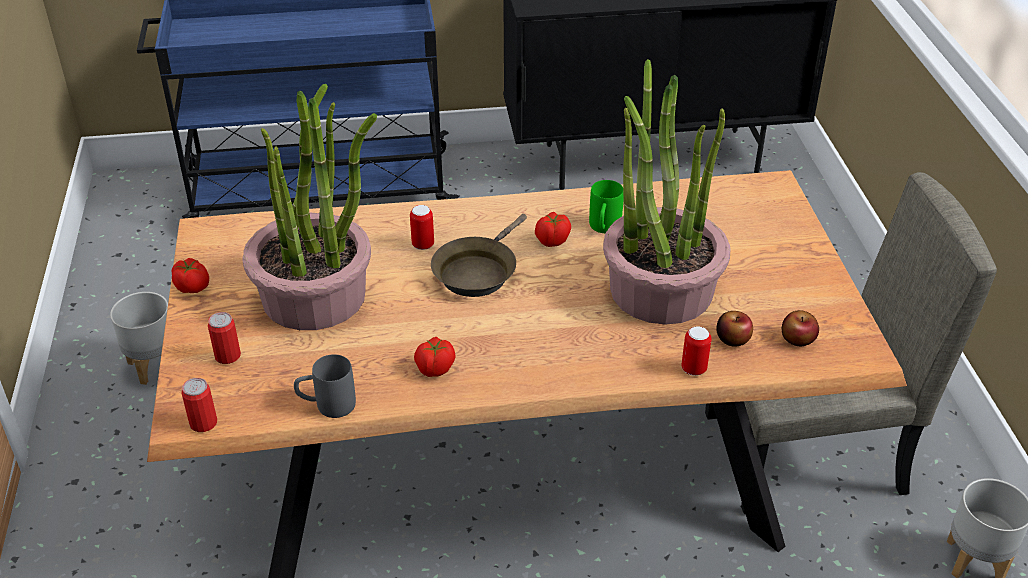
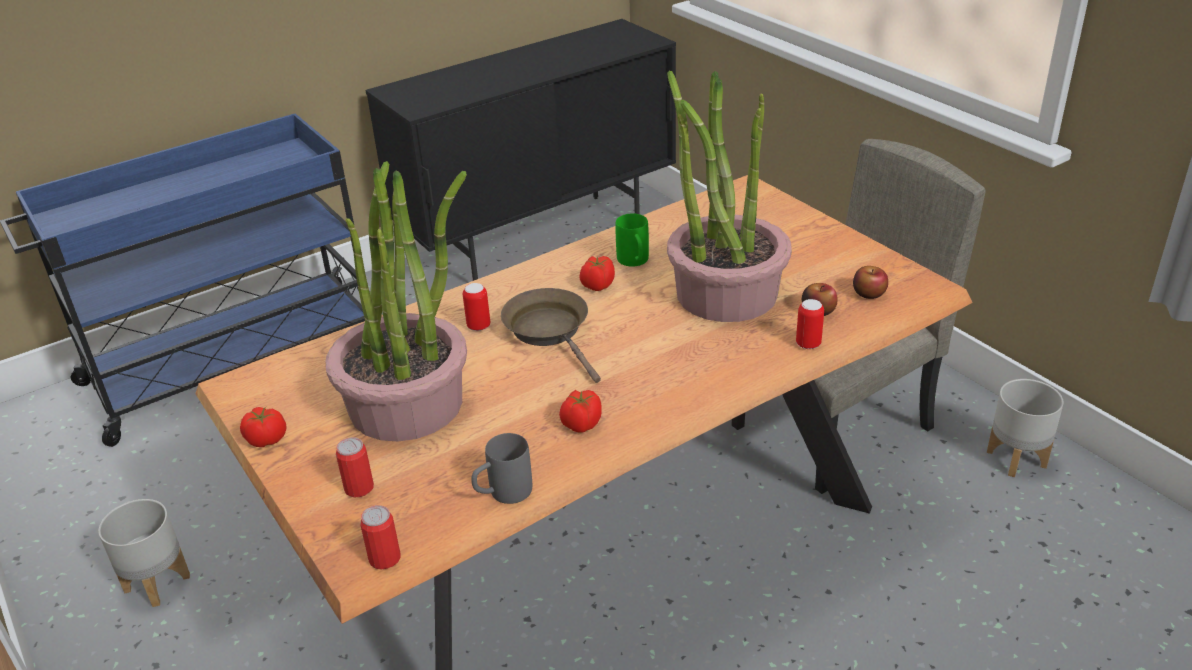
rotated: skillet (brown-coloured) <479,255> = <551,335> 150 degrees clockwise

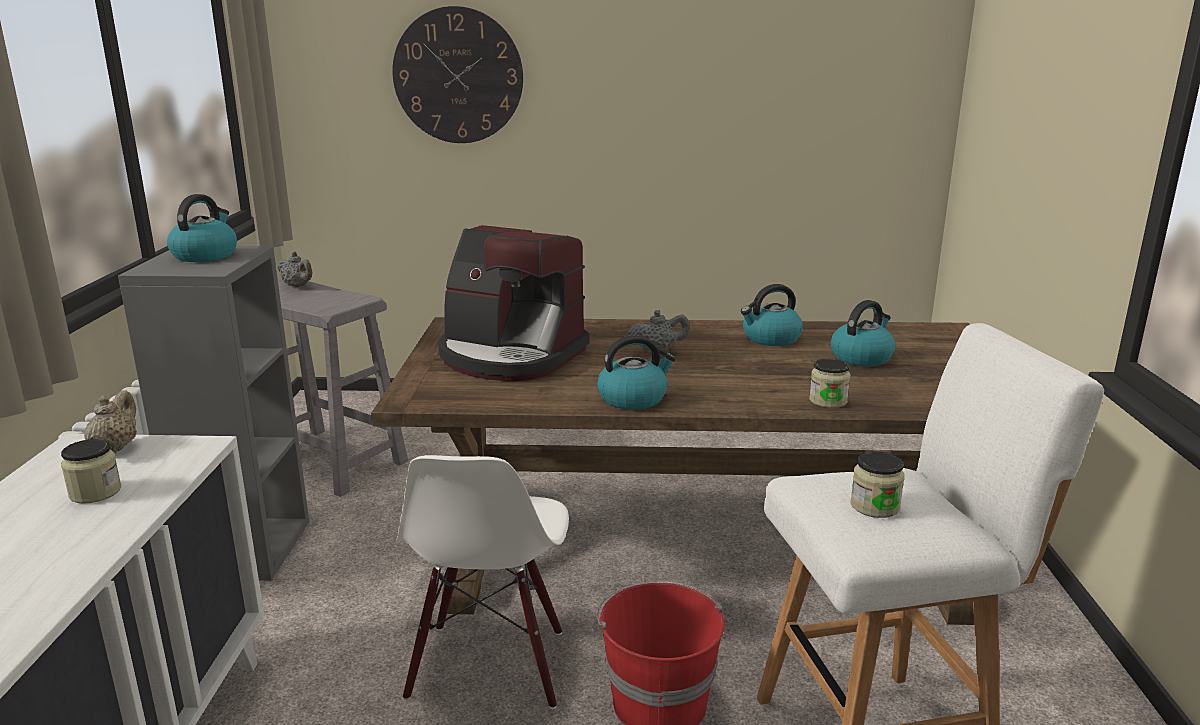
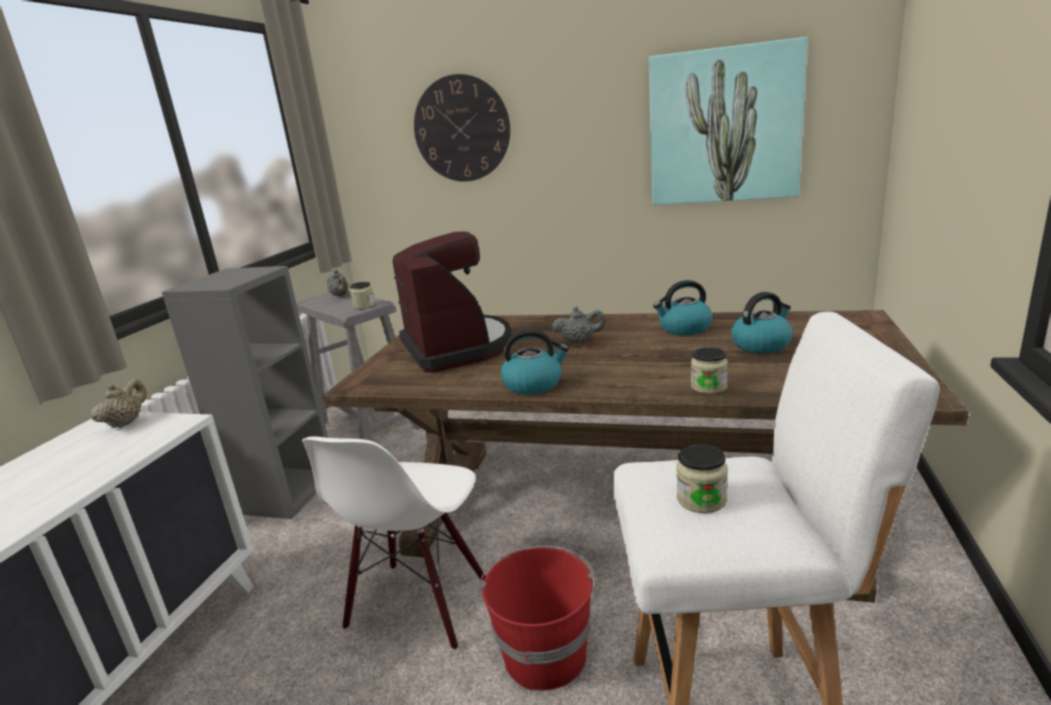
gone: tea kettle <202,228>
new: wall picture <728,121>
shifted: storage jar <91,471> to <362,295>
rotated: coffee machine <513,303> = <452,302> 150 degrees counterclockwise

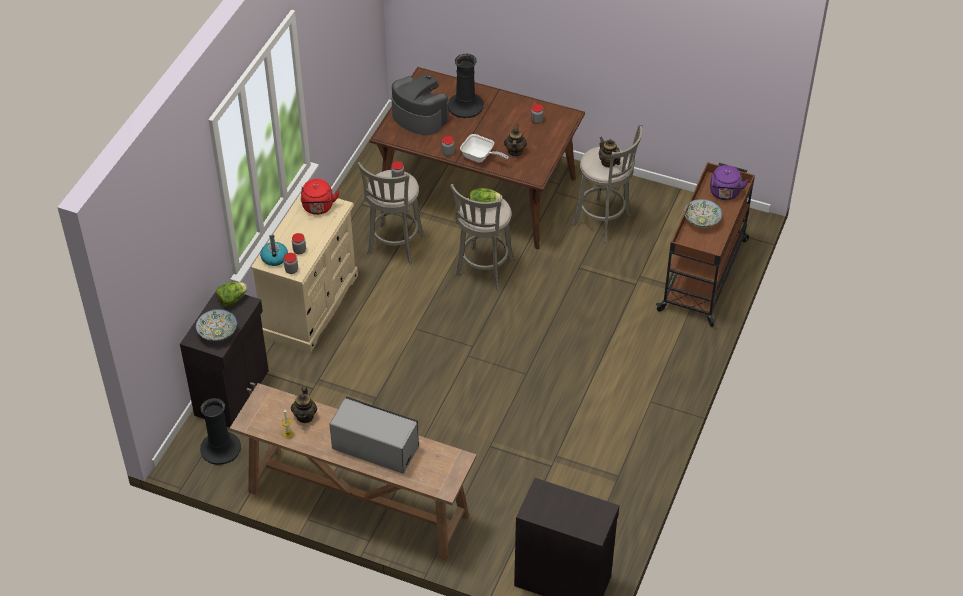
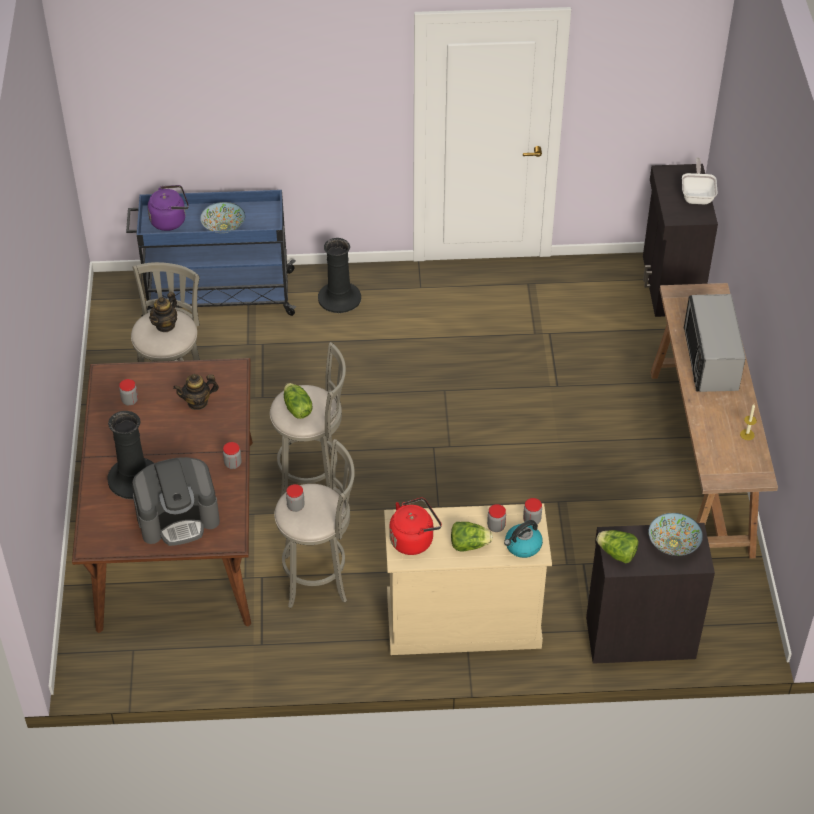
gone: tea pot <304,404>
new: head of lettuce <472,537>
shifted: flower vase (blackish) <220,431> to <339,275>; skillet <484,148> to <699,181>
repainted: wheeled cart (brown-coloured) <705,244> to wheeled cart (blue-coloured) <211,253>
rotated: coffee machine <420,104> = <176,501> 120 degrees counterclockwise

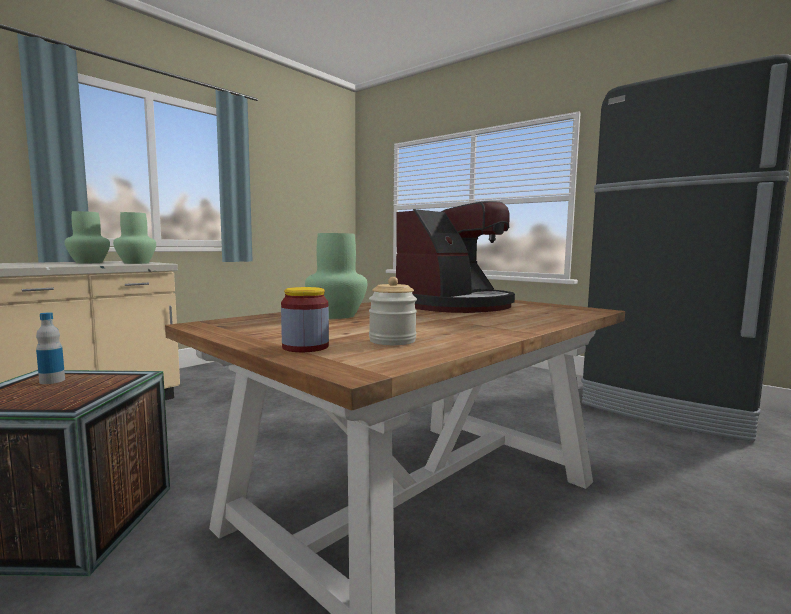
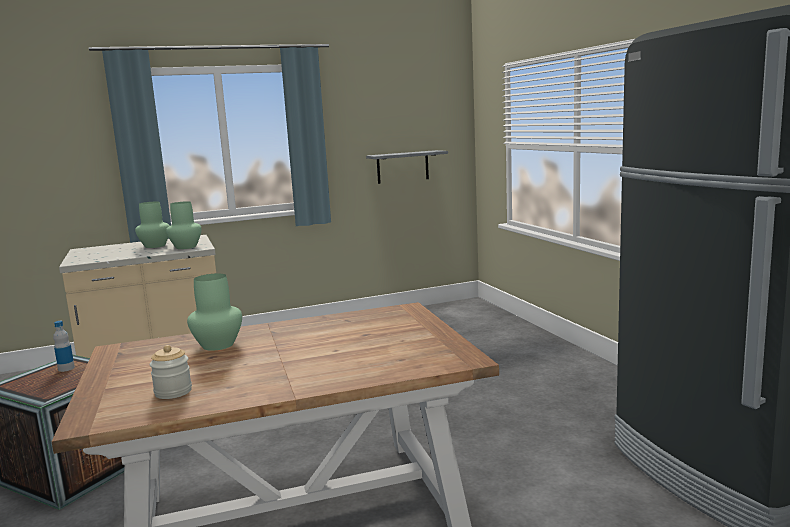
gone: storage jar <305,319>; coffee machine <455,257>
new: bracket shelf (greyish) <407,167>

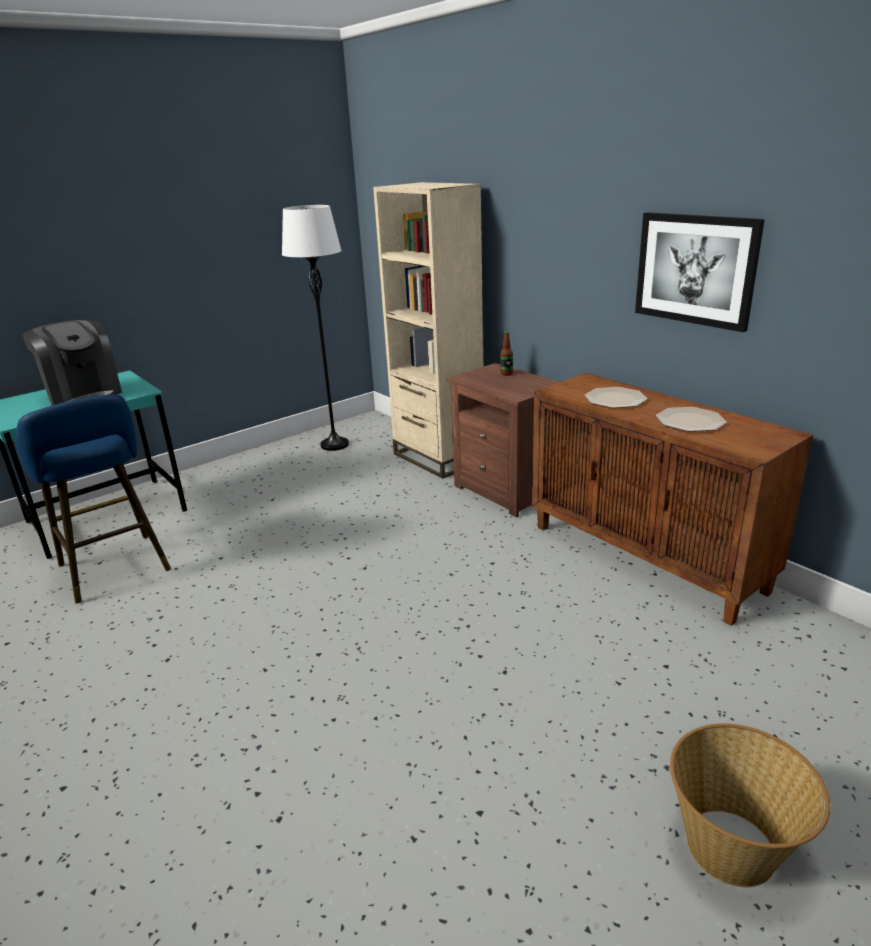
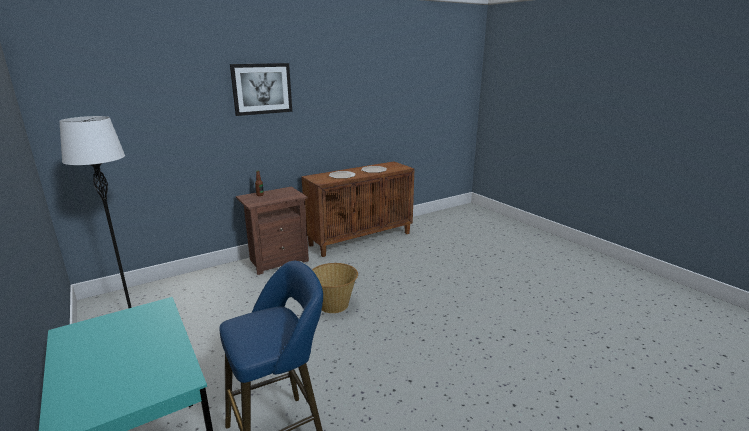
gone: coffee machine <72,363>; bookcase (sand-coloured) <428,330>
shifted: wall picture <700,272> to <261,89>; storage basket <750,805> to <335,288>

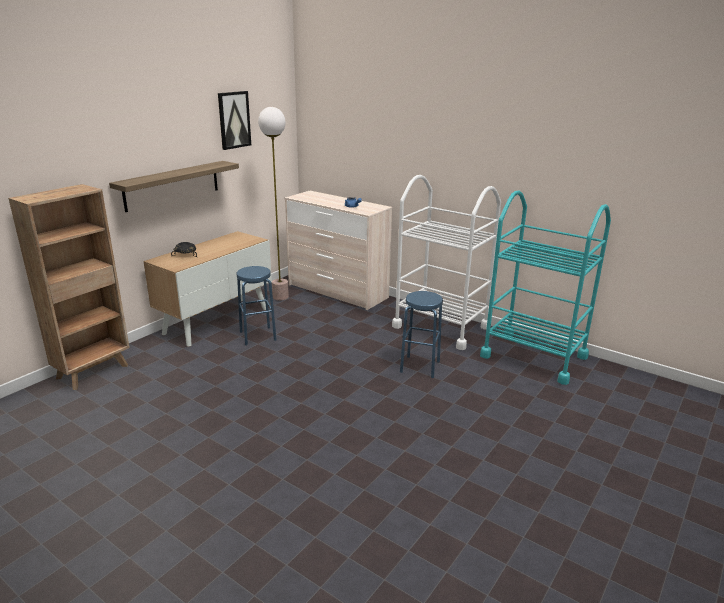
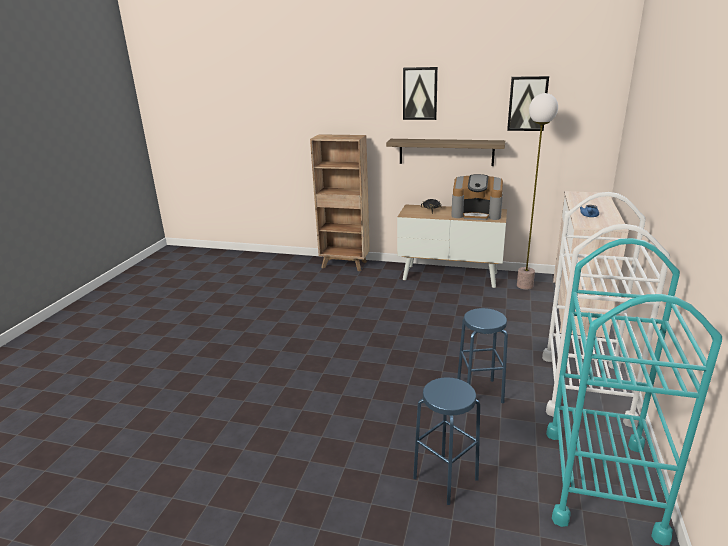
new: wall picture <420,93>; coffee machine <477,197>
shifted: sitting stool (blue-coloured) <257,305> to <446,441>

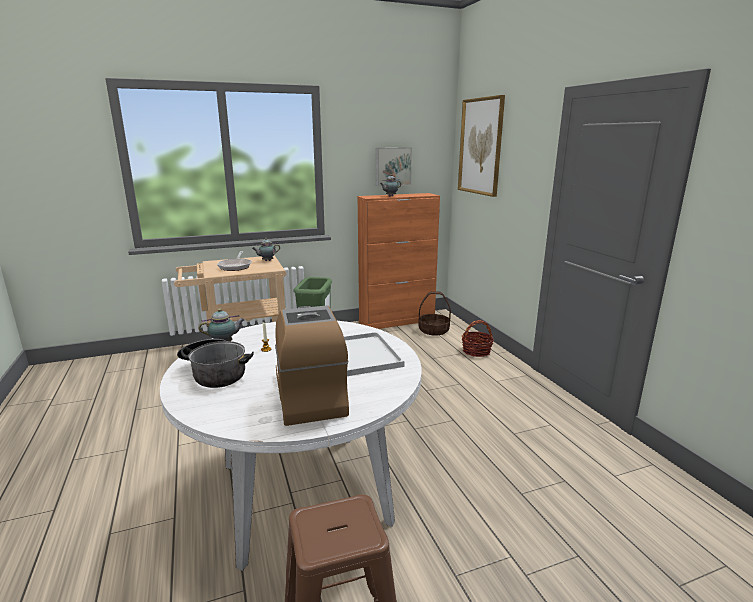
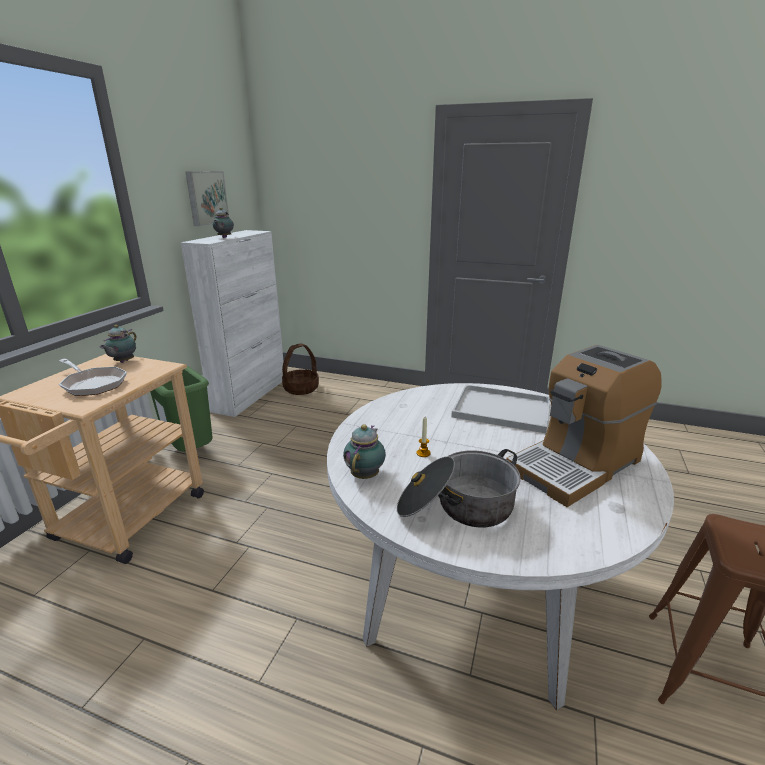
gone: wall picture <481,146>; storage basket <478,338>
repainted: cabinet (orange-coloured) <398,261> to cabinet (whitish) <232,323>
rotated: coffee machine <312,365> = <584,426> 60 degrees counterclockwise

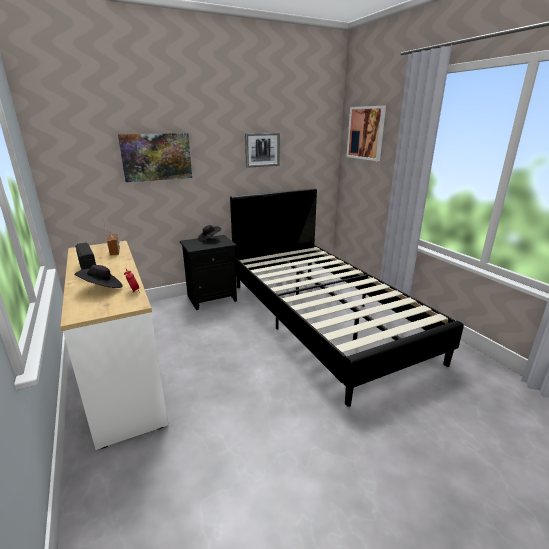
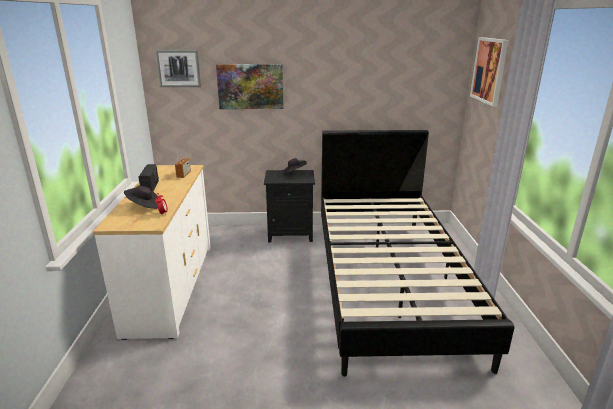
shifted: wall picture <262,150> to <178,68>

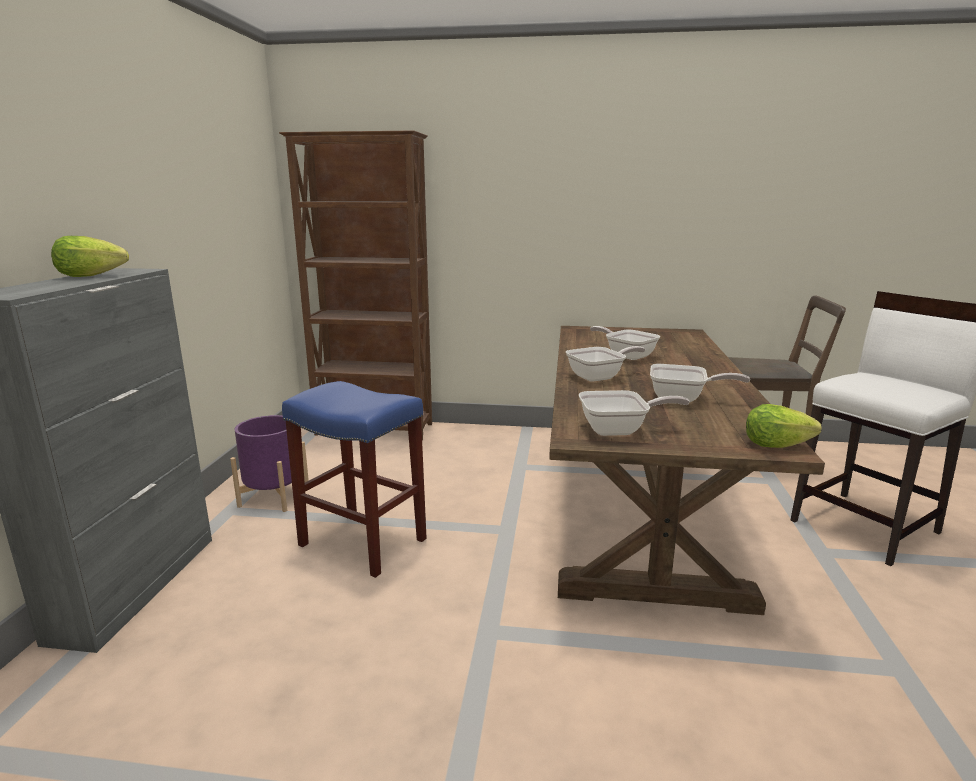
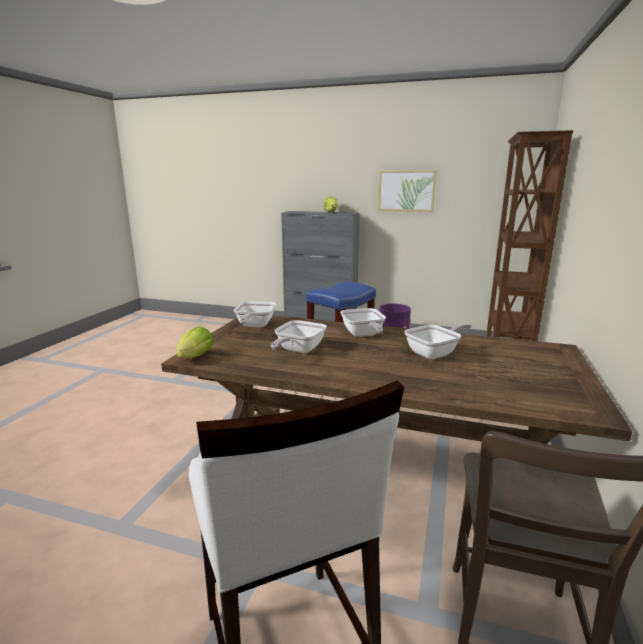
new: wall picture <407,191>

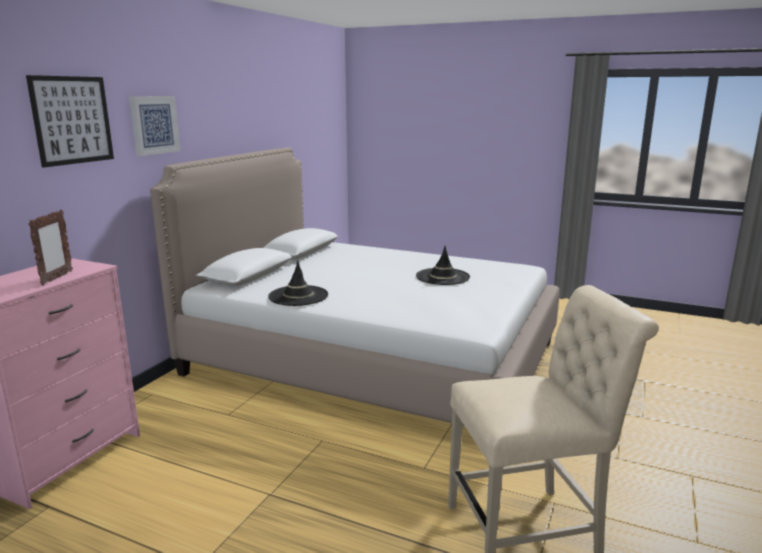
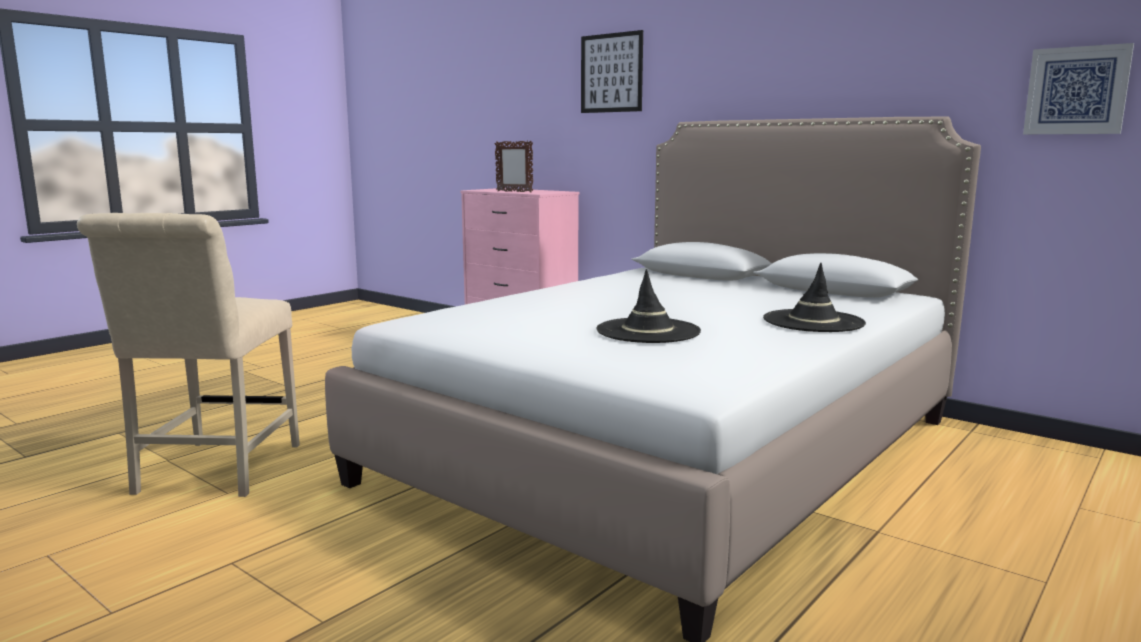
shifted: wall picture <155,126> to <1078,88>; wearable hat (blackish) <298,283> to <814,297>

